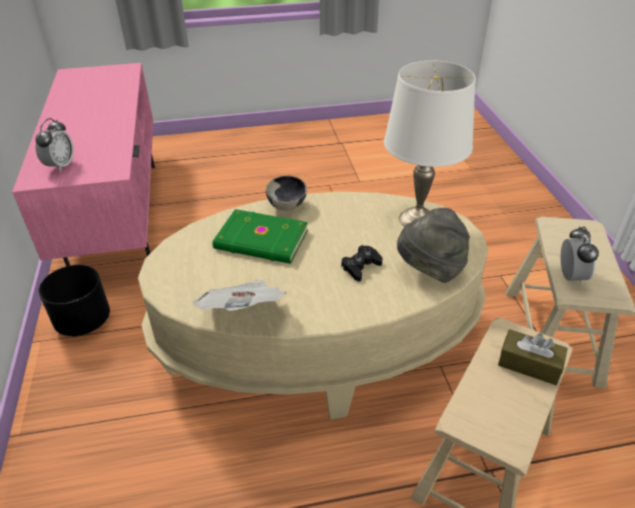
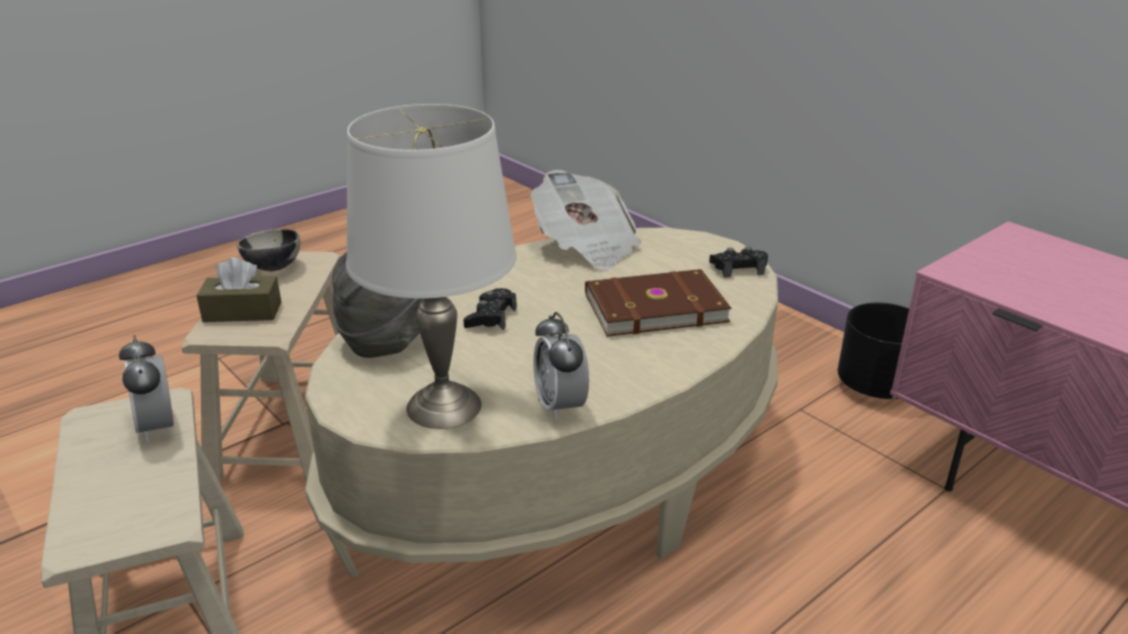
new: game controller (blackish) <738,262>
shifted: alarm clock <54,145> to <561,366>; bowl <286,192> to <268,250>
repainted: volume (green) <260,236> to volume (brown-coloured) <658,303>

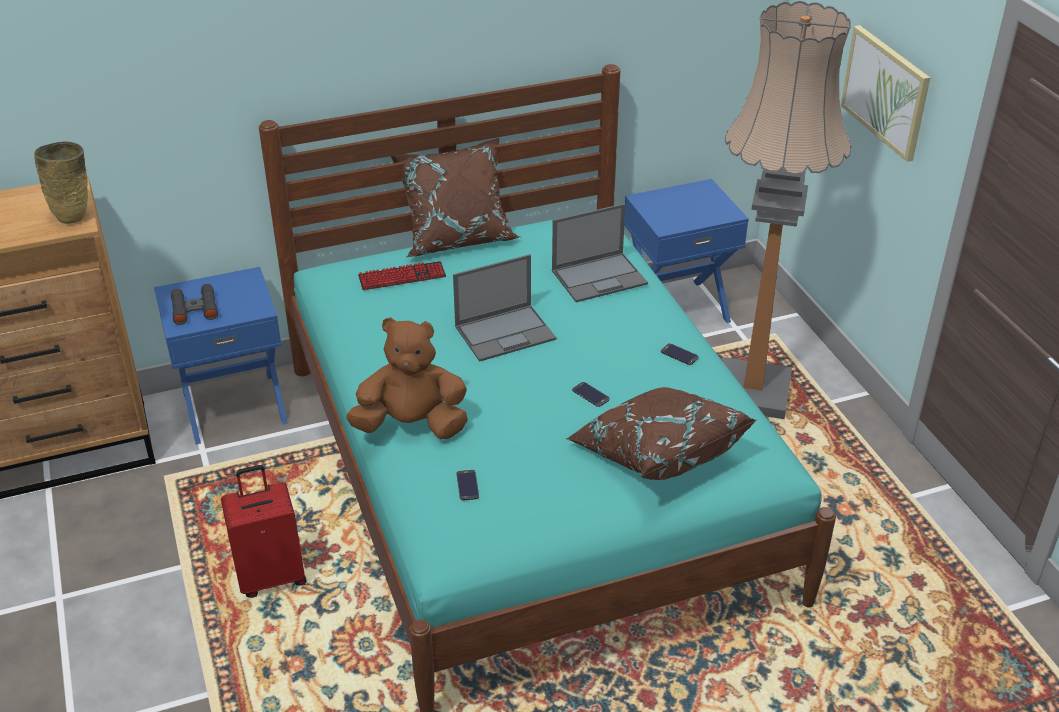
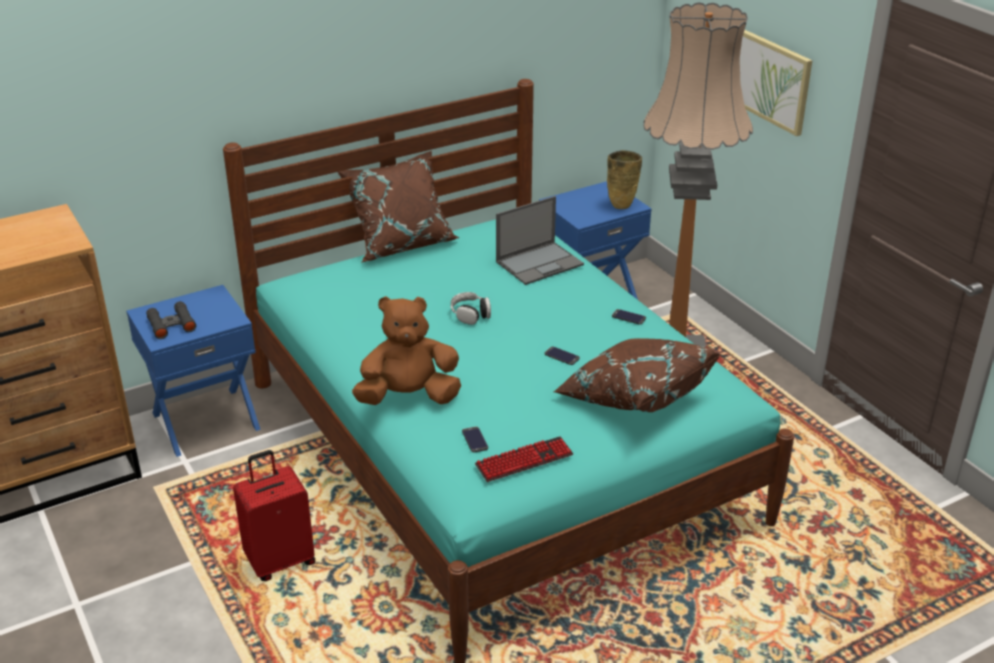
shifted: flower vase (sand-coloured) <61,182> to <624,179>; computer keyboard <402,275> to <524,459>
swapped: notebook computer <504,308> to headset <471,308>

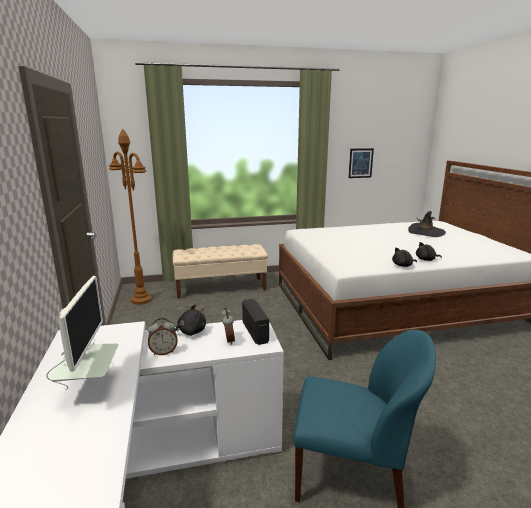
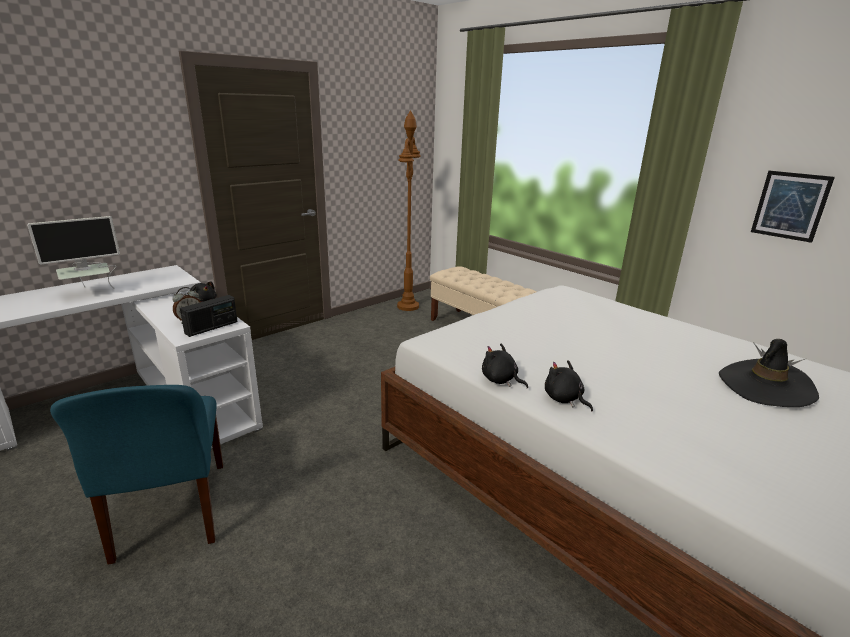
gone: alarm clock <163,336>

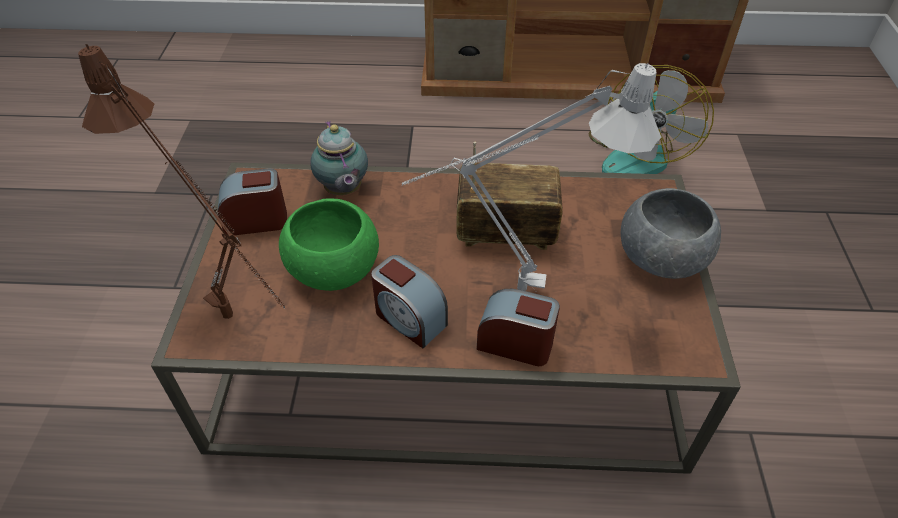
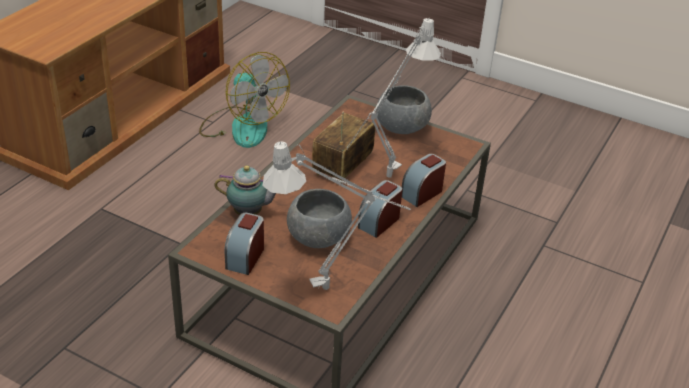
repainted: tabletop lamp (brown-coloured) <181,181> to tabletop lamp (greyish) <337,216>; bowl (green) <329,244> to bowl (greyish) <319,218>
rotated: alarm clock <409,301> = <380,209> 150 degrees clockwise

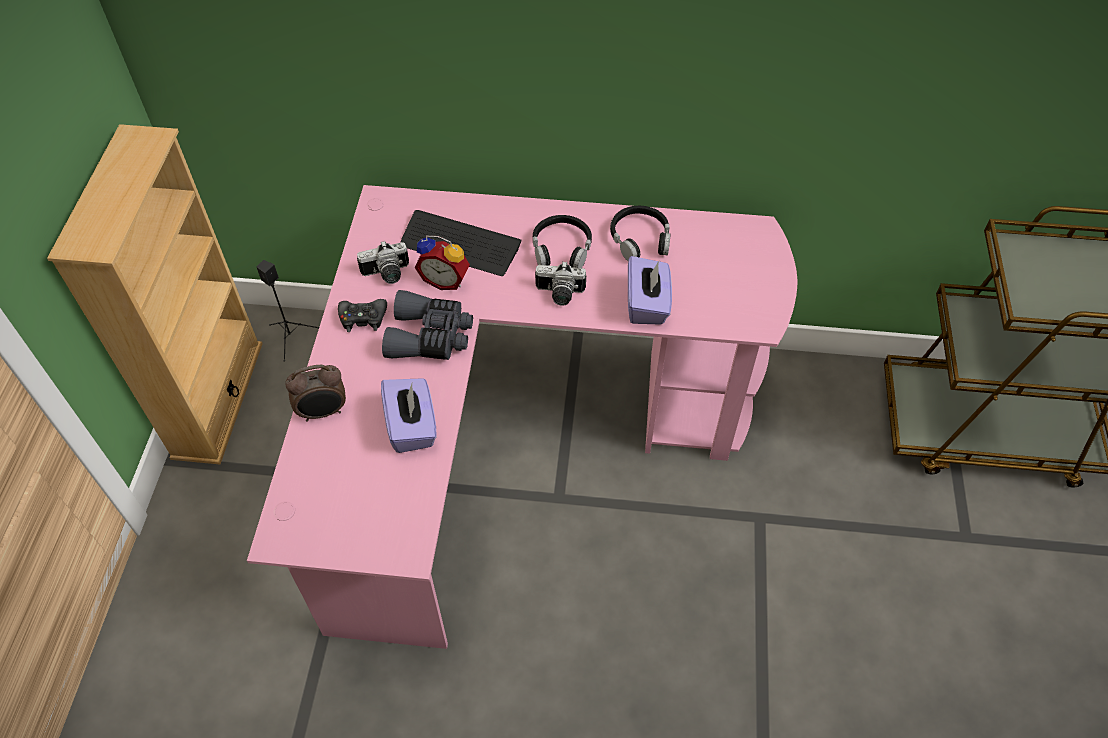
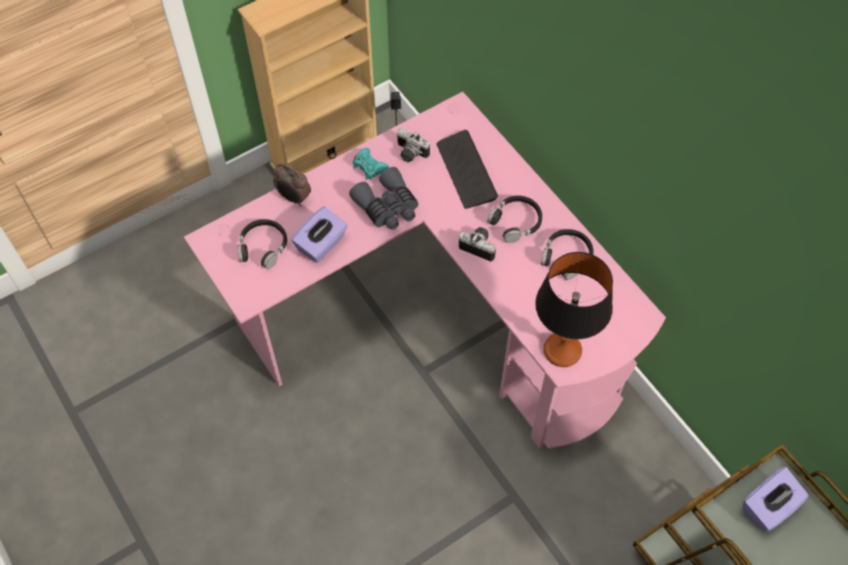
gone: alarm clock <442,263>
new: headset (blackish) <262,244>; tabletop lamp <574,309>
shifted: tissue holder (purple) <650,290> to <775,498>
repainted: game controller (blackish) <362,315> to game controller (turquoise) <371,164>
rotated: still camera <560,284> = <477,244> 150 degrees clockwise

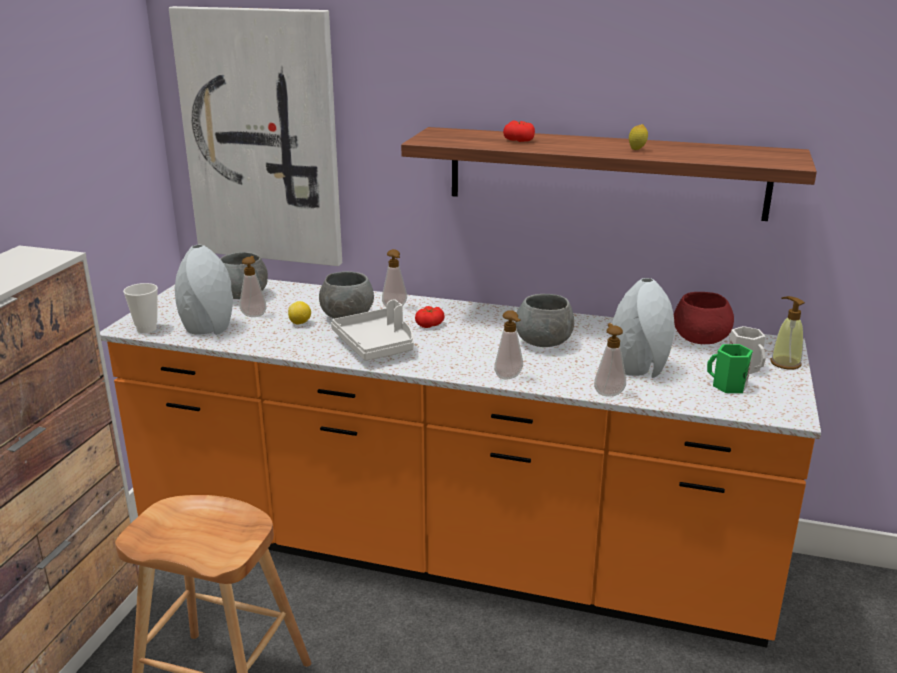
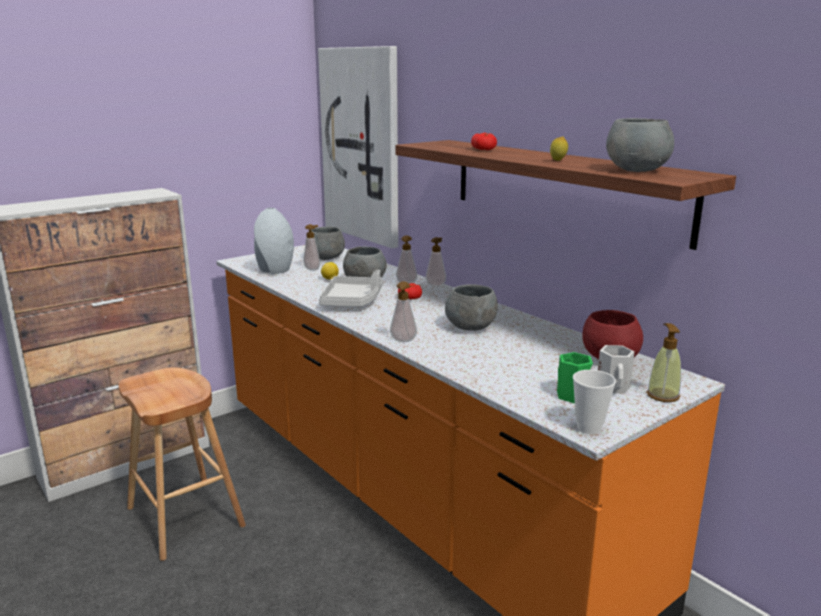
gone: flower vase (greyish) <643,328>
new: bowl (greyish) <640,145>
shifted: drinking cup <140,308> to <594,402>; soap dispenser <610,359> to <436,262>

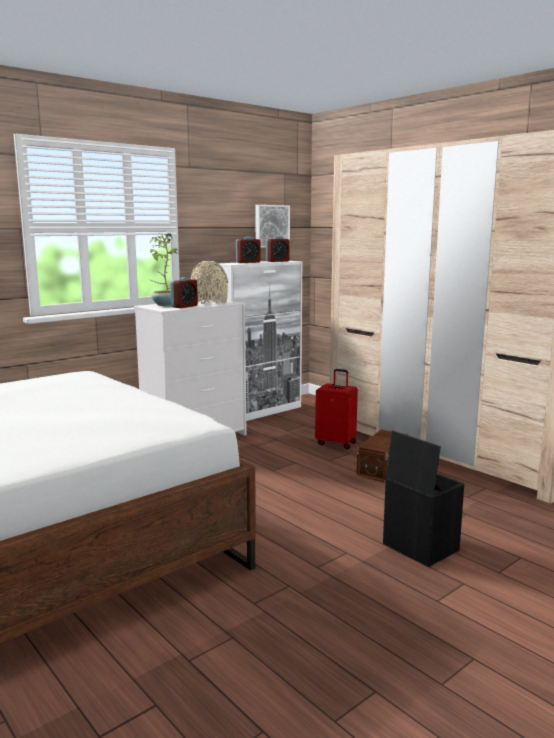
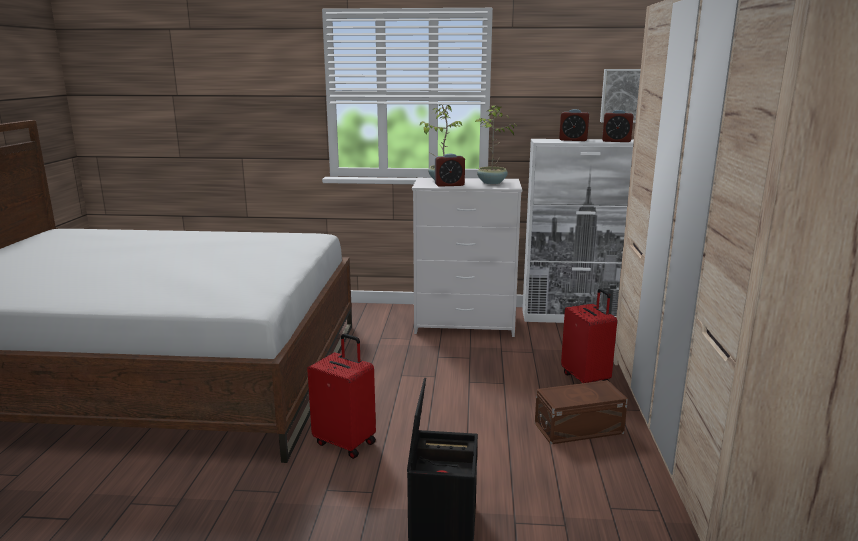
new: travel case (red-coloured) <341,396>
swapped: flower vase (sand-coloured) <209,282> to plant in a pot <496,145>

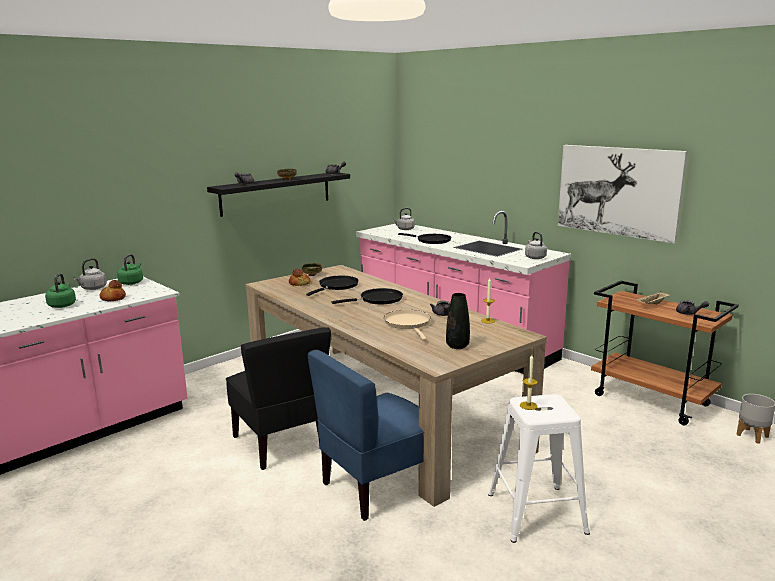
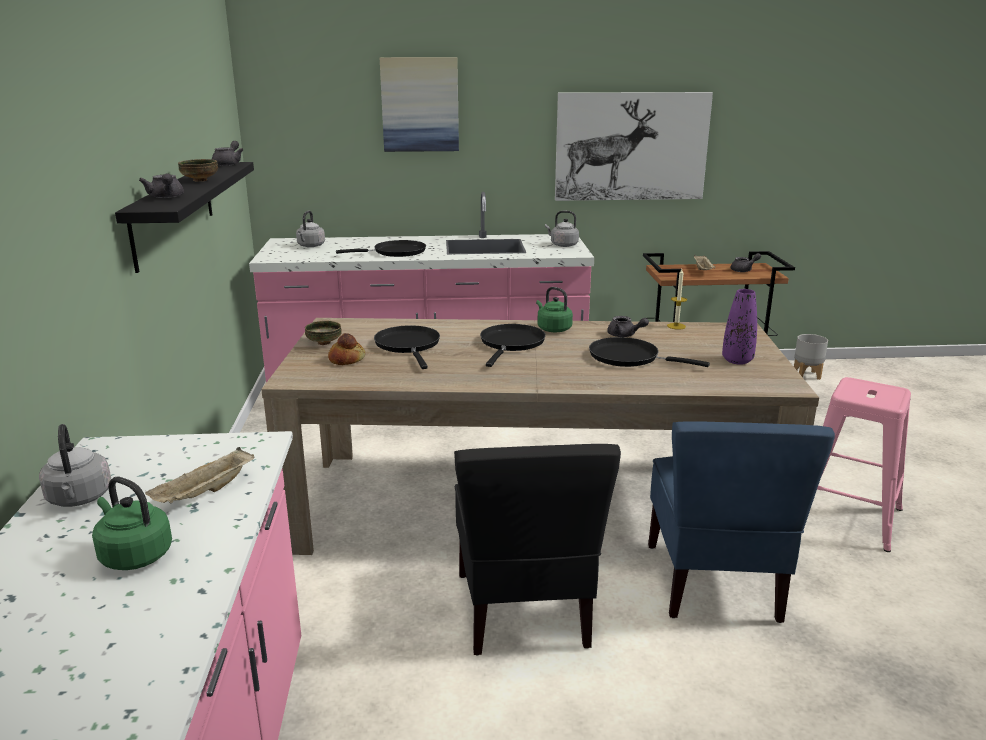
gone: wax candle <529,382>
new: wall picture <419,104>
shifted: tea kettle (green) <130,269> to <554,309>
swapped: baked bread <112,290> to tray (sand-coloured) <199,475>
repainted: skillet (sand-coloured) <407,325> to skillet (blackish) <649,352>; flower vase (blackish) <458,321> to flower vase (purple) <739,326>; sitting stool (whitish) <539,468> to sitting stool (pink-coloured) <864,464>
rotated: upright chair (blackish) <278,398> = <537,549> 75 degrees clockwise

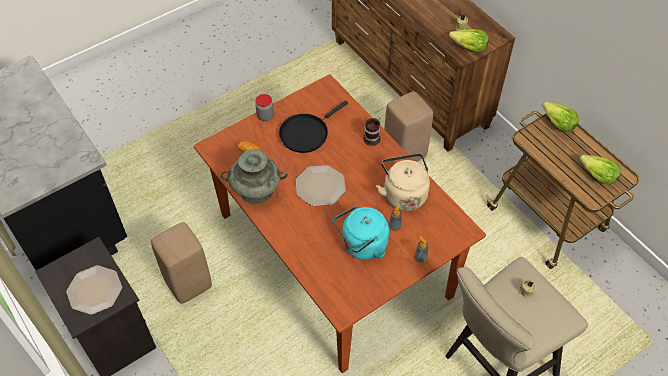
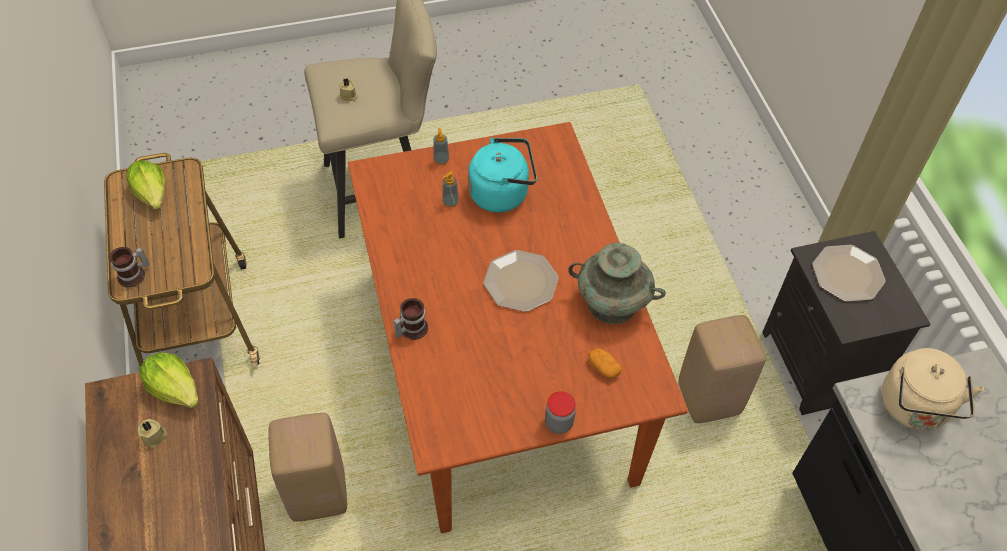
gone: skillet (blackish) <313,126>
shifted: tea kettle (sand-coloured) <403,182> to <933,389>
swapped: head of lettuce <560,116> to coffee mug <129,267>

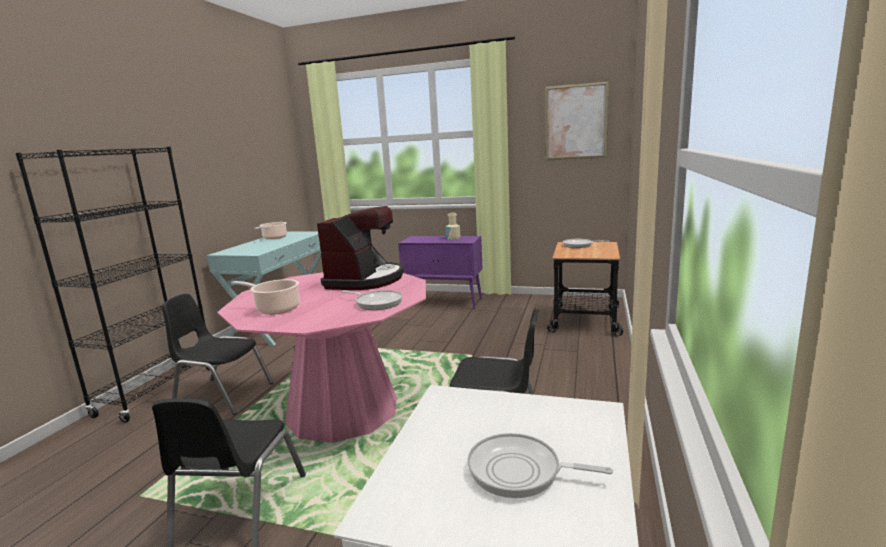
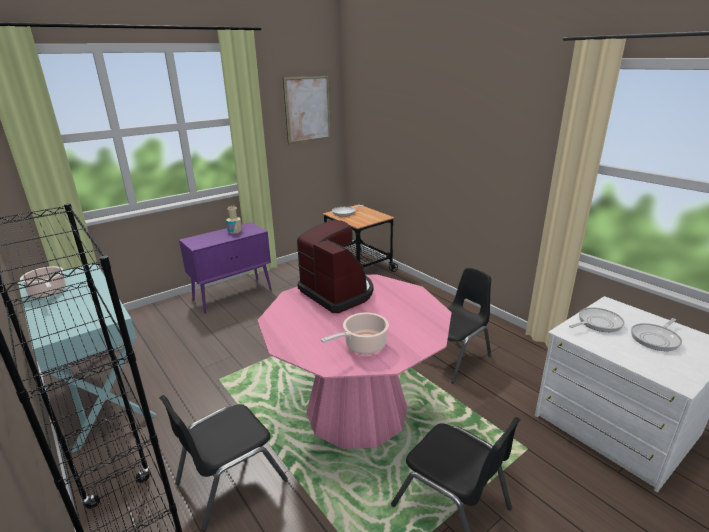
shifted: skillet <372,300> to <596,319>

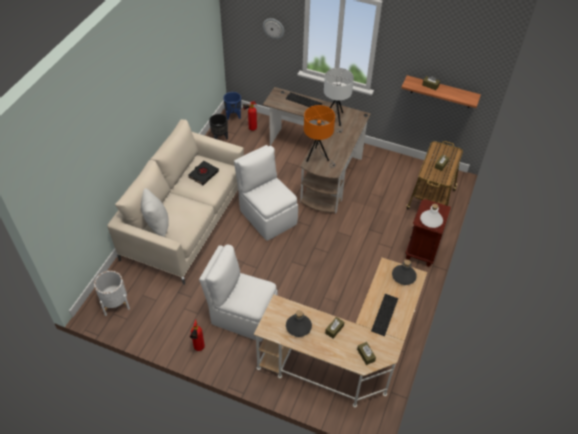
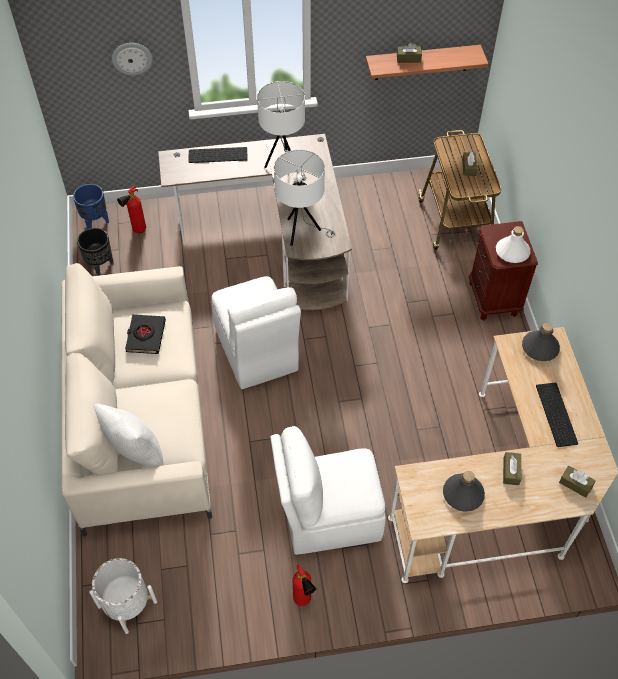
repainted: tabletop lamp (orange-coloured) <319,136> to tabletop lamp (whitish) <304,198>
rotated: upright chair (whitish) <266,193> = <256,332> 135 degrees counterclockwise

